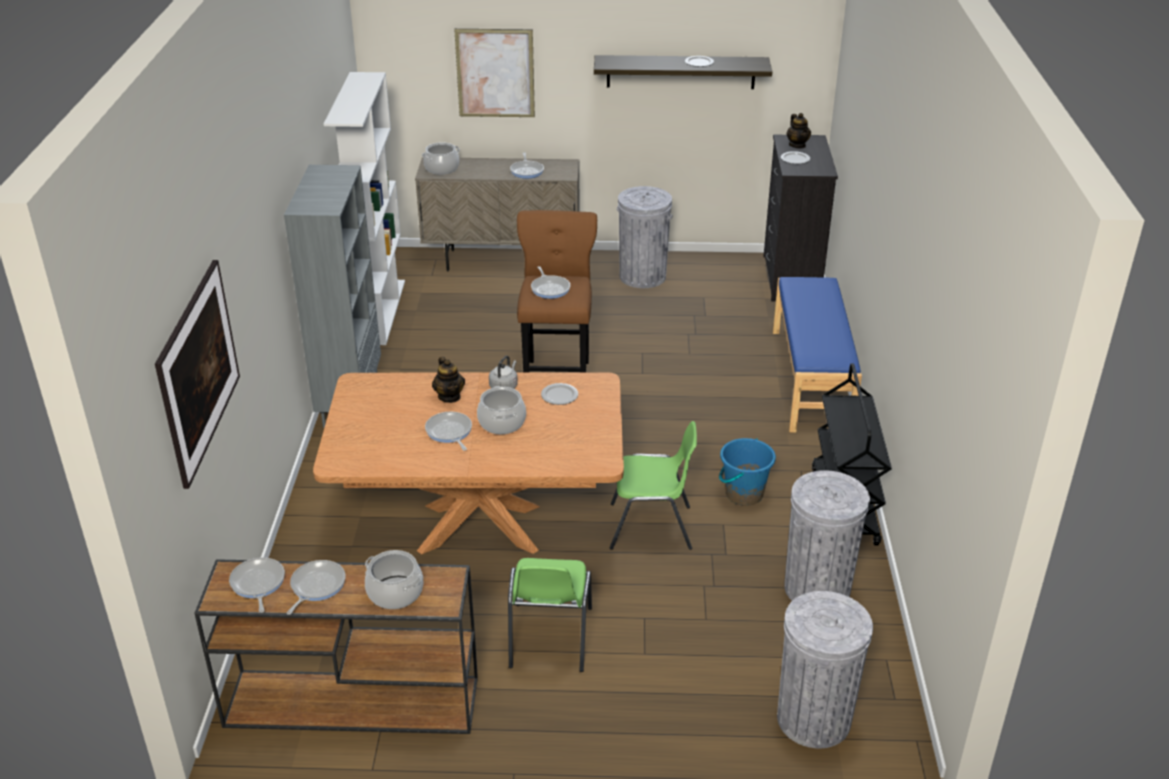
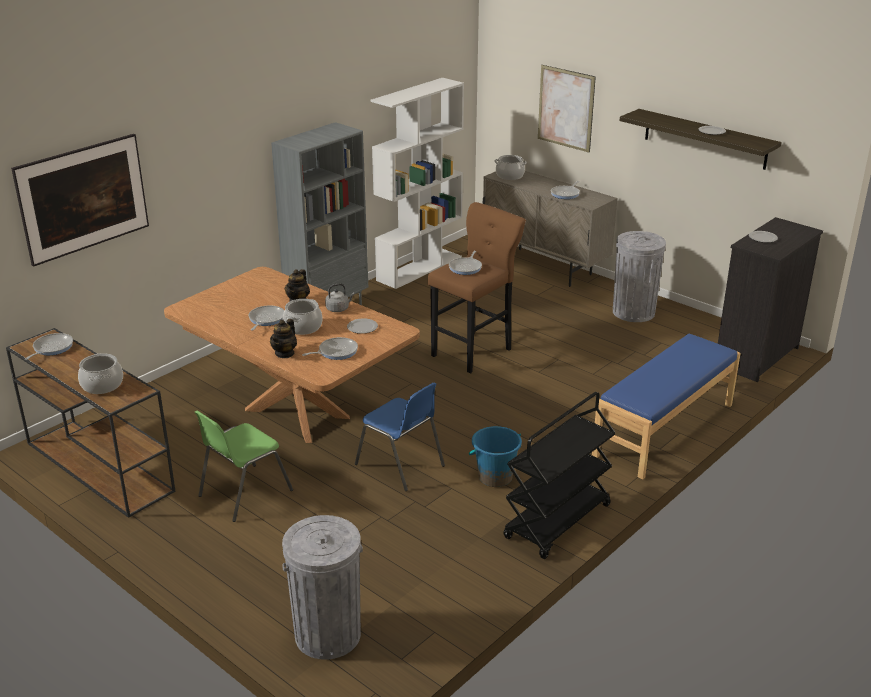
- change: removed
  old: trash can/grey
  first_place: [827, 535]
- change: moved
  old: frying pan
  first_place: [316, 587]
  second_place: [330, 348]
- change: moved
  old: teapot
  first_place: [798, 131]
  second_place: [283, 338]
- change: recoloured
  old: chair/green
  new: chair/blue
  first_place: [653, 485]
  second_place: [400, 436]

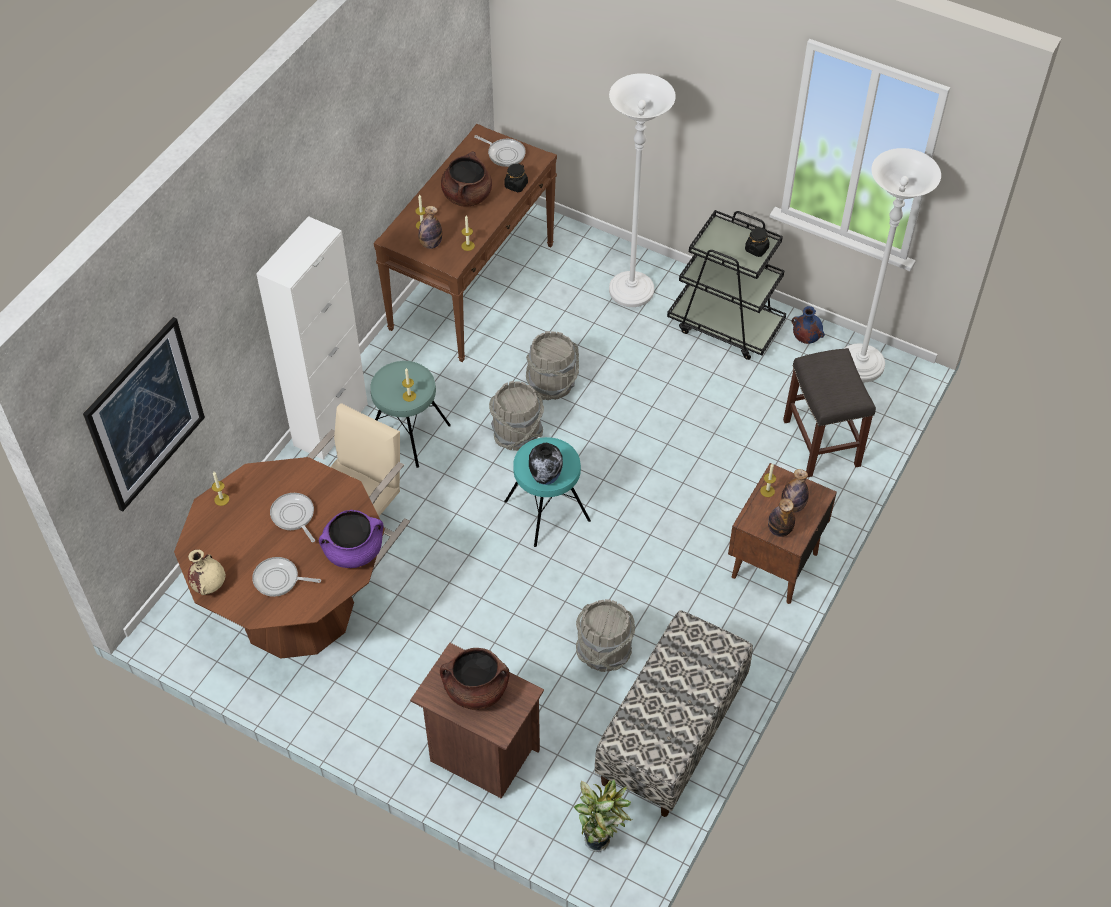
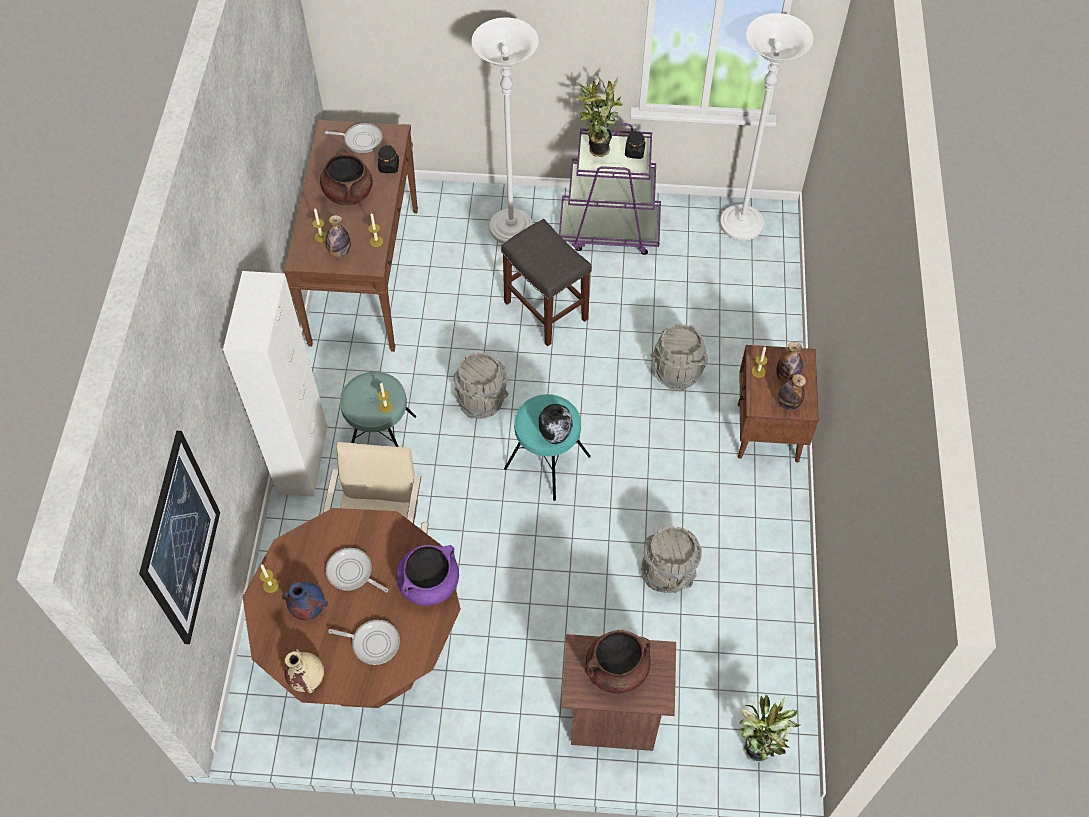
- change: removed
  old: bench
  first_place: [674, 713]
- change: added
  new: potted plant
  second_place: [599, 116]
- change: moved
  old: bucket/grey
  first_place: [552, 365]
  second_place: [679, 357]
- change: moved
  old: stool/grey
  first_place: [829, 412]
  second_place: [546, 282]
- change: moved
  old: vase/blue
  first_place: [808, 325]
  second_place: [305, 601]
- change: recoloured
  old: cart/black
  new: cart/purple
  first_place: [726, 285]
  second_place: [610, 189]
- change: turned
  old: frying pan
  first_place: [286, 577]
  second_place: [364, 642]
  degrees: -150

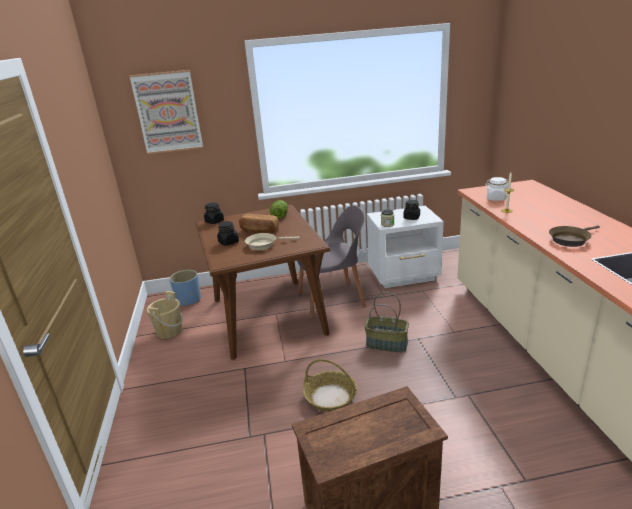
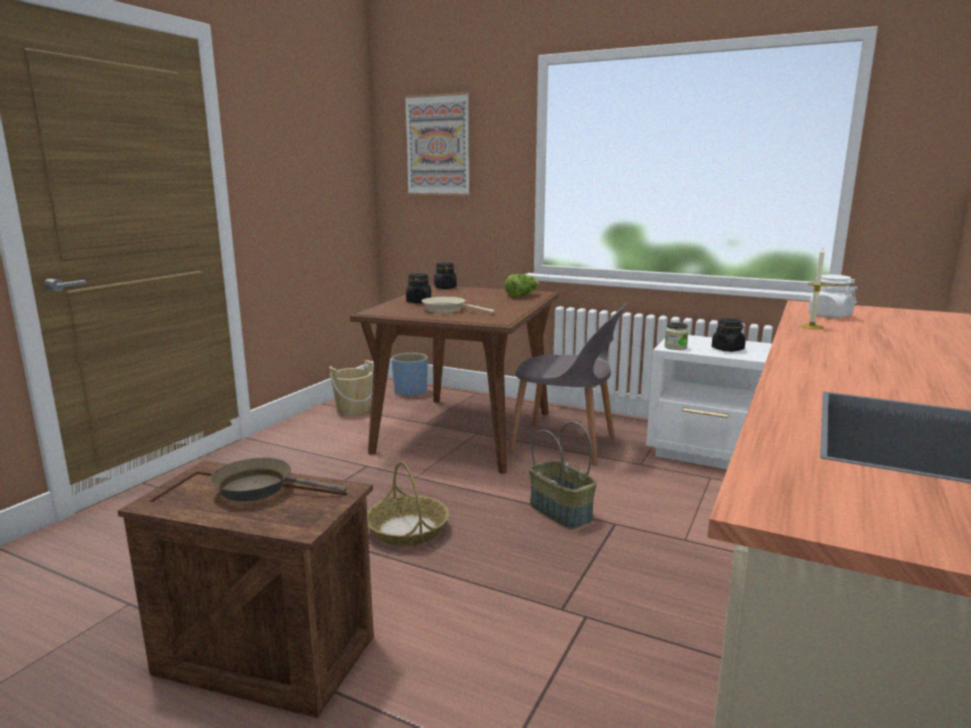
- change: removed
  old: bread
  first_place: [259, 224]
- change: moved
  old: frying pan/brown
  first_place: [574, 236]
  second_place: [278, 480]

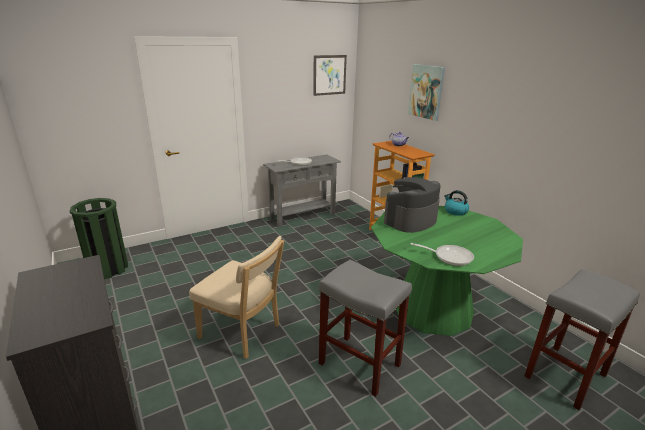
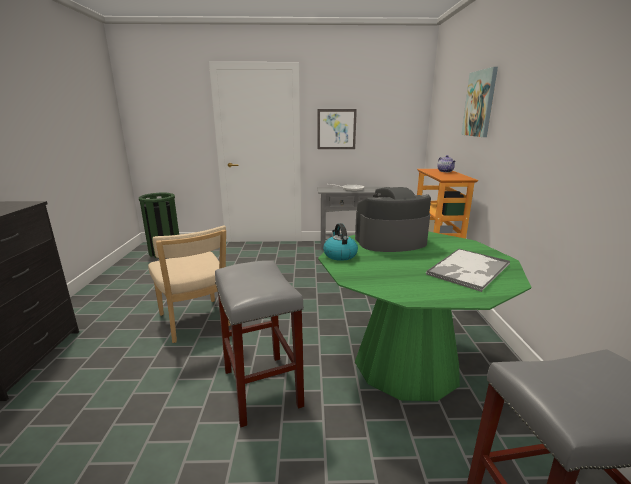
- change: removed
  old: frying pan
  first_place: [442, 254]
- change: added
  new: tray
  second_place: [468, 270]
- change: moved
  old: picture
  first_place: [330, 75]
  second_place: [337, 129]
- change: moved
  old: kettle
  first_place: [456, 203]
  second_place: [340, 242]

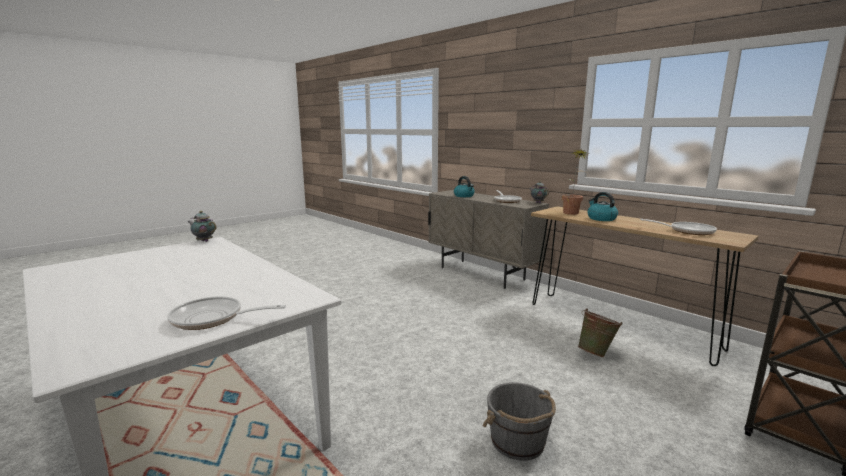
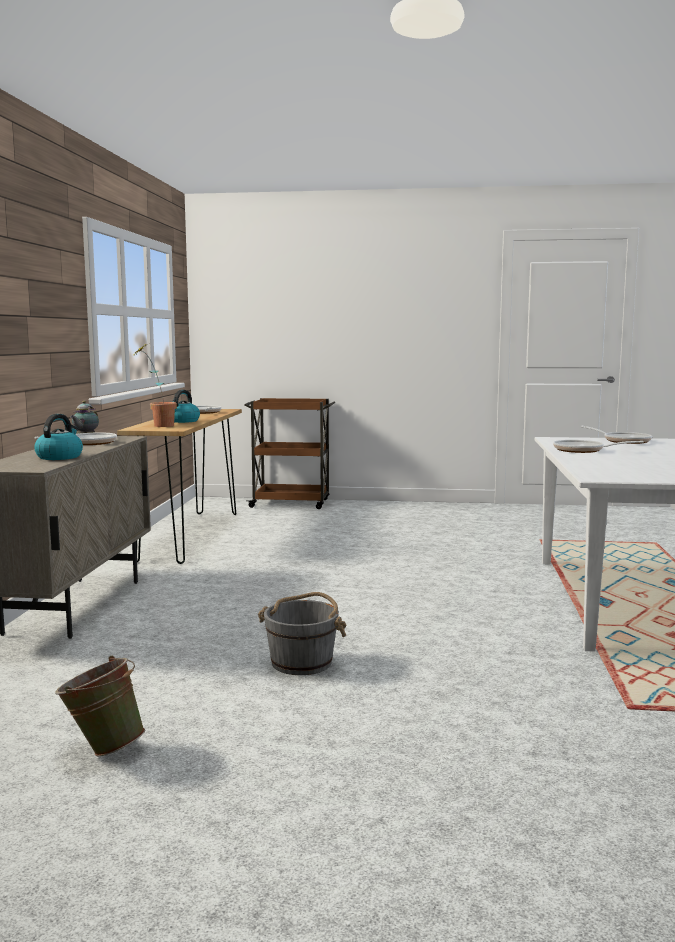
- change: removed
  old: teapot
  first_place: [202, 226]
- change: added
  new: frying pan
  second_place: [598, 446]
- change: moved
  old: bucket/grey
  first_place: [519, 421]
  second_place: [302, 633]
- change: moved
  old: bucket/green
  first_place: [600, 332]
  second_place: [100, 705]

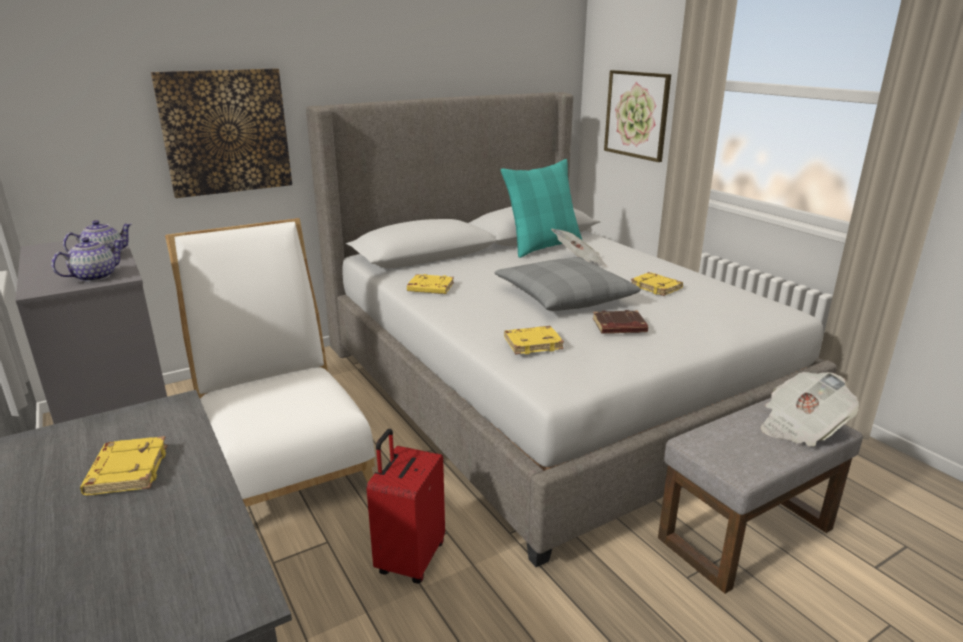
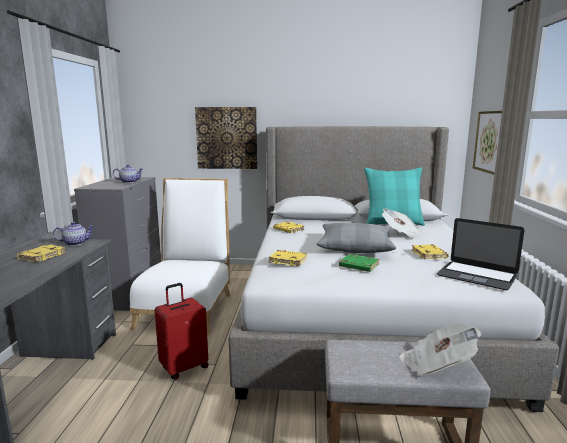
- change: added
  new: laptop
  second_place: [480, 254]
- change: moved
  old: teapot
  first_place: [87, 259]
  second_place: [73, 234]
- change: recoloured
  old: book/brown
  new: book/green
  first_place: [620, 322]
  second_place: [359, 263]

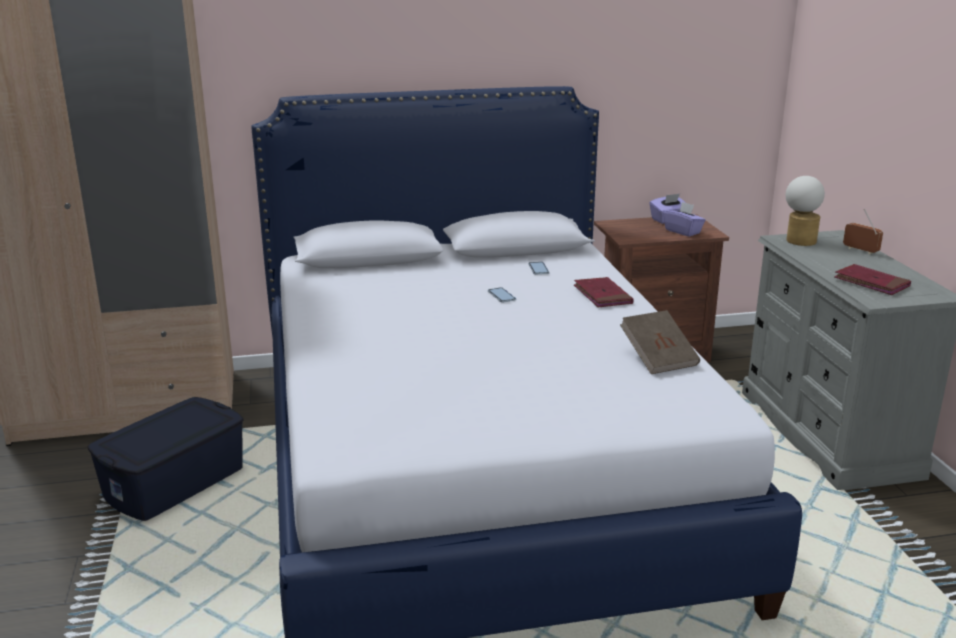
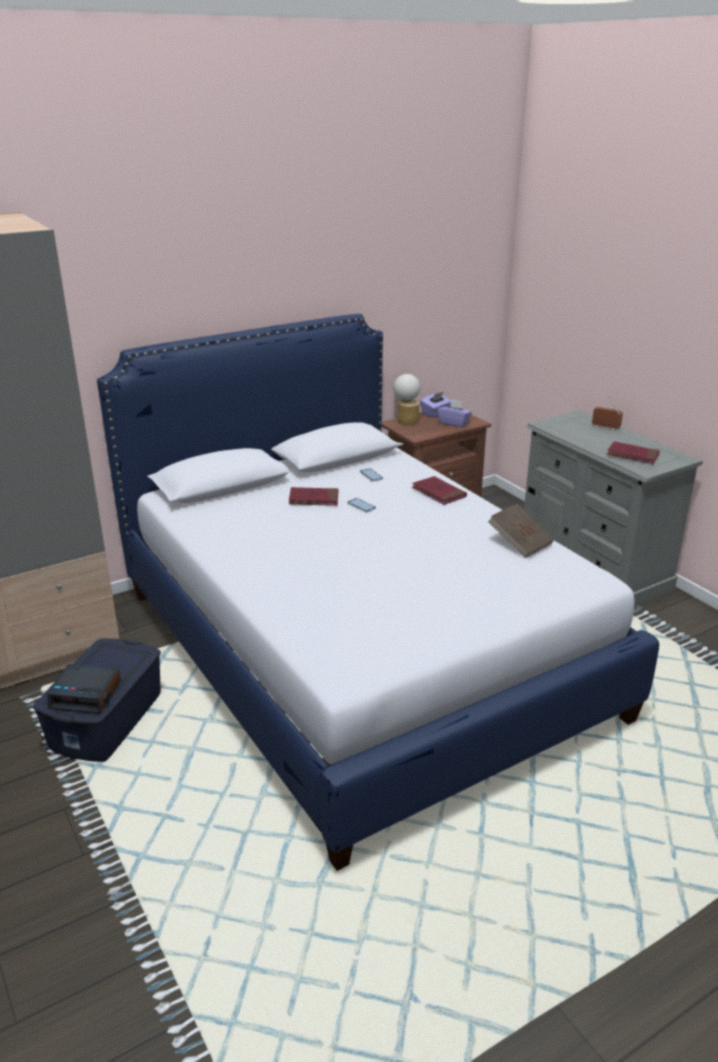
- change: added
  new: alarm clock
  second_place: [84, 689]
- change: added
  new: book/red
  second_place: [313, 496]
- change: moved
  old: table lamp
  first_place: [805, 211]
  second_place: [406, 399]

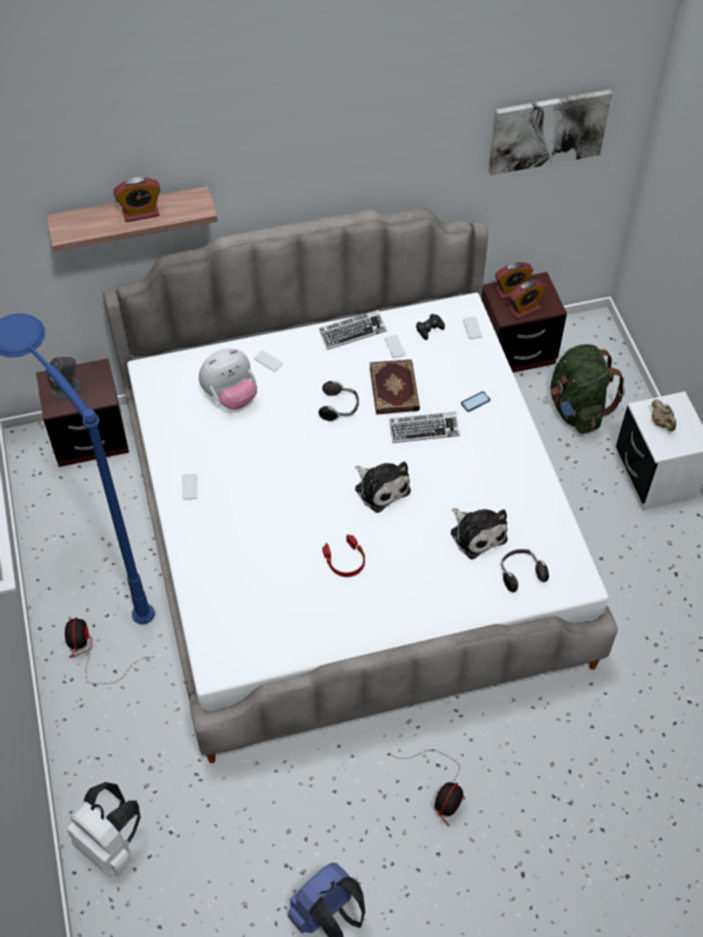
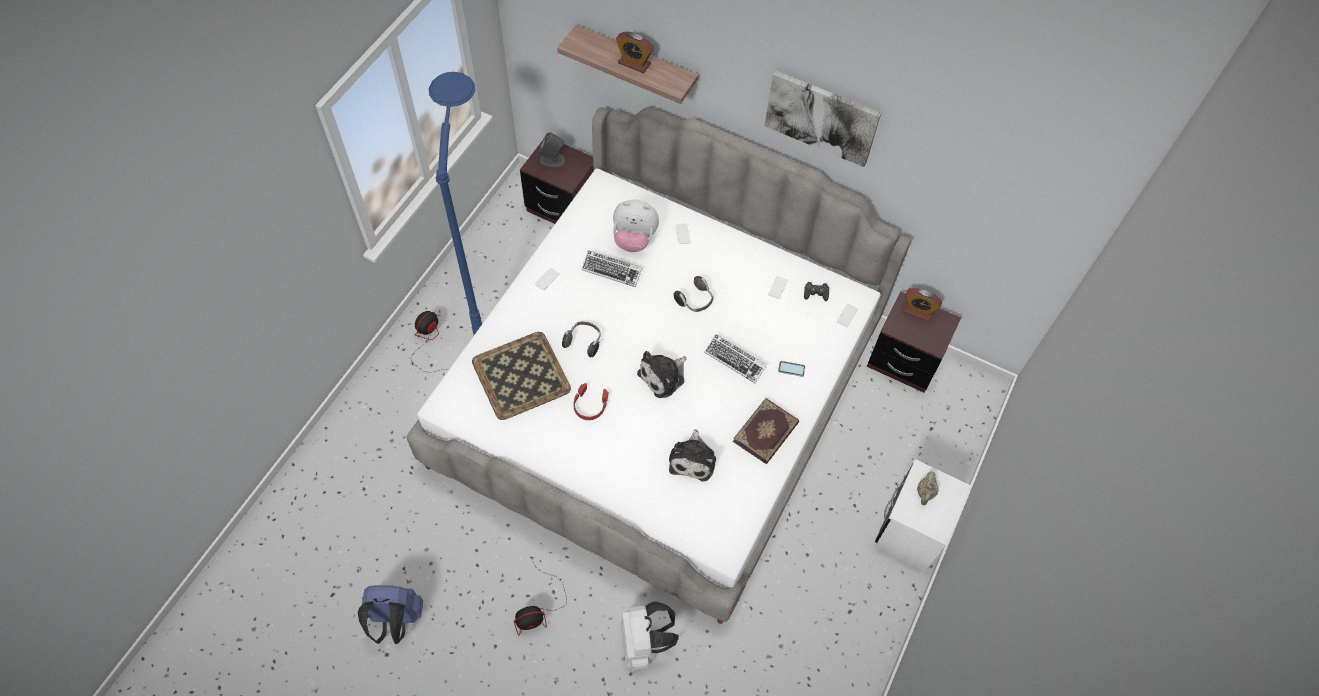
- change: removed
  old: alarm clock
  first_place: [527, 299]
- change: removed
  old: backpack/green
  first_place: [587, 389]
- change: added
  new: tray
  second_place: [521, 376]
- change: moved
  old: backpack/white
  first_place: [104, 829]
  second_place: [650, 636]
- change: moved
  old: keyboard
  first_place: [353, 330]
  second_place: [611, 268]
- change: moved
  old: book
  first_place: [395, 387]
  second_place: [766, 431]
- change: moved
  old: picture
  first_place: [551, 132]
  second_place: [823, 119]
- change: moved
  old: headphones
  first_place: [525, 570]
  second_place: [581, 339]
- change: turned
  old: plush toy
  first_place: [383, 487]
  second_place: [661, 374]
  degrees: 45

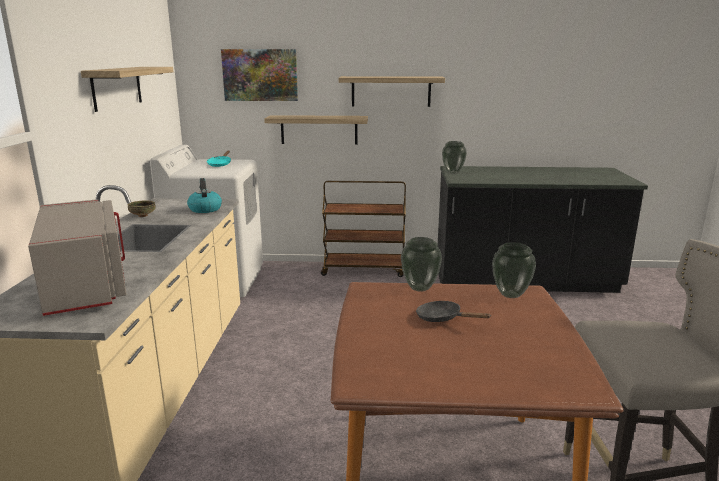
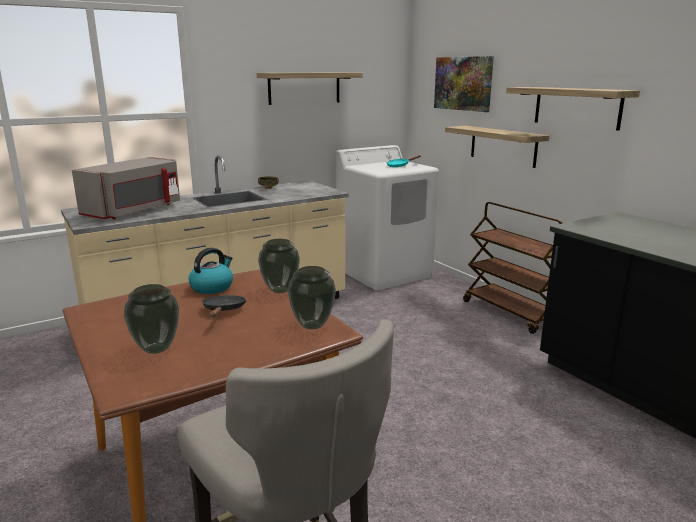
- change: moved
  old: kettle
  first_place: [204, 195]
  second_place: [211, 271]
- change: moved
  old: vase
  first_place: [454, 157]
  second_place: [151, 319]

